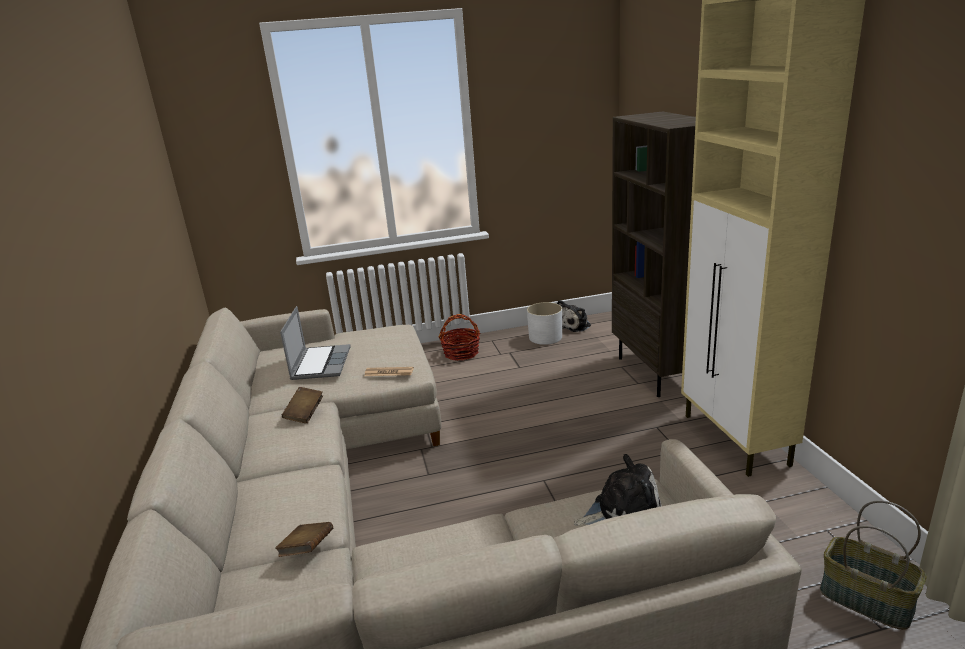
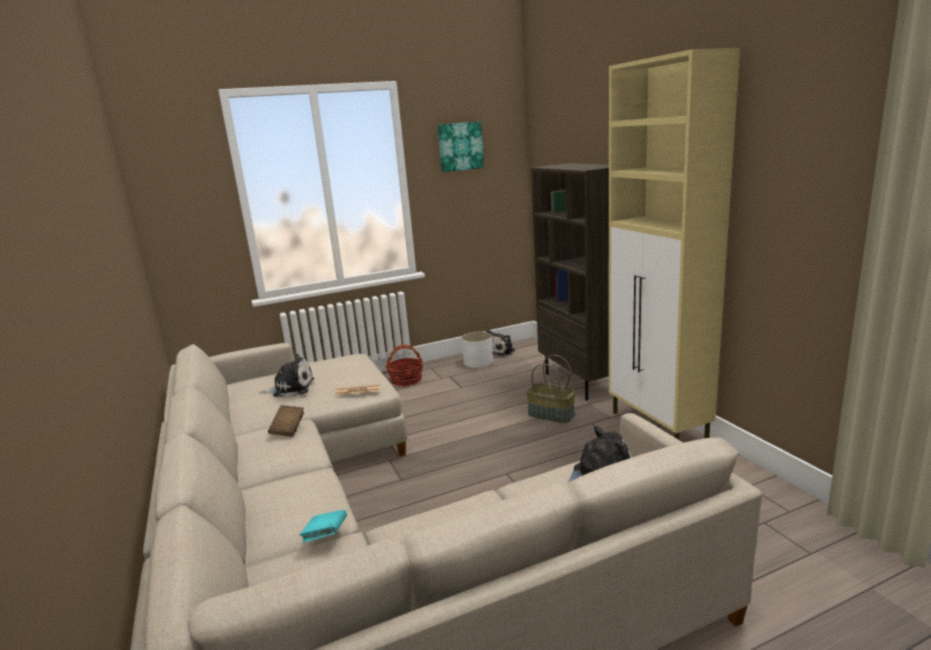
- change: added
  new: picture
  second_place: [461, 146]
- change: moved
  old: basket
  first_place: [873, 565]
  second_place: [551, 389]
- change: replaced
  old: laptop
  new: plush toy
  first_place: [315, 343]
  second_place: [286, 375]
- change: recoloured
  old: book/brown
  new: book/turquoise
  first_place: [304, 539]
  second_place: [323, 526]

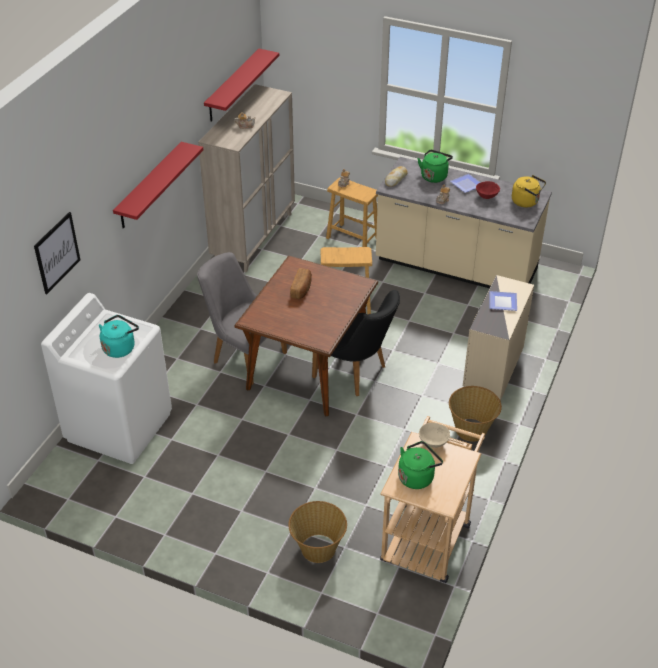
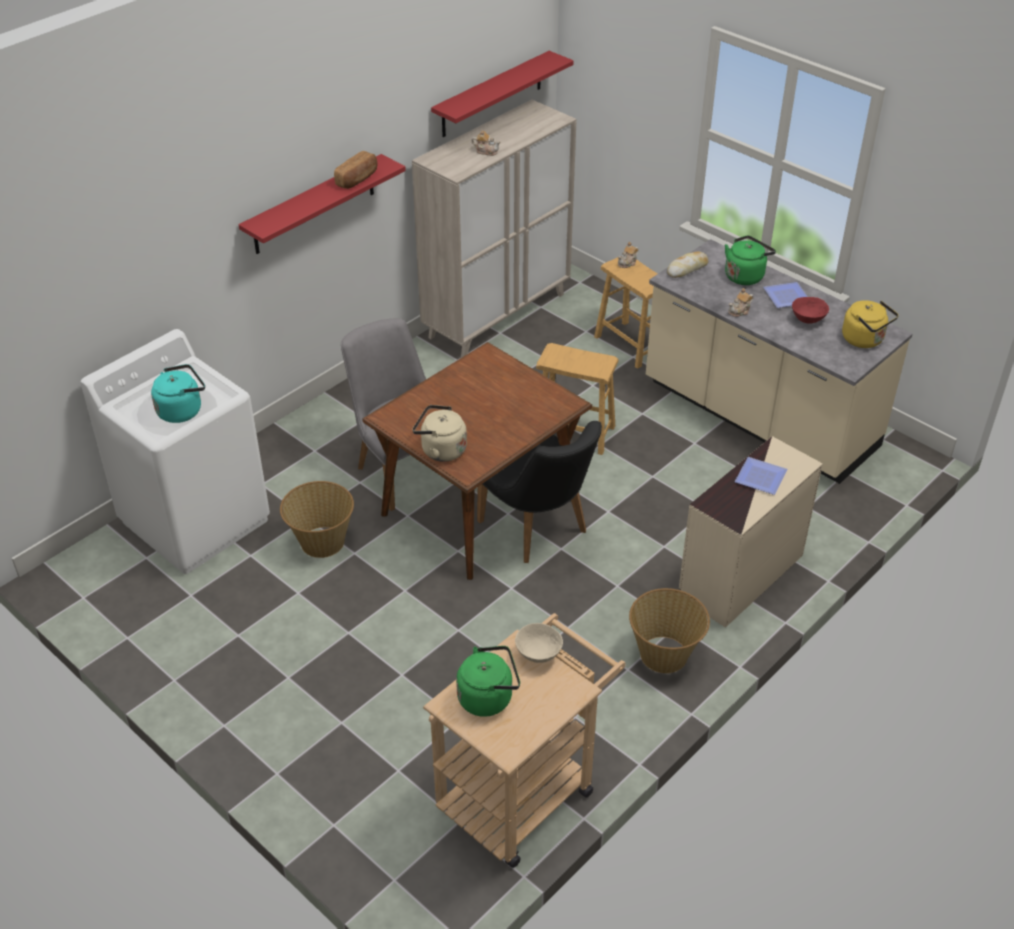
- change: removed
  old: picture
  first_place: [57, 253]
- change: added
  new: kettle/beige
  second_place: [439, 433]
- change: moved
  old: basket
  first_place: [317, 532]
  second_place: [317, 519]
- change: moved
  old: bread
  first_place: [301, 283]
  second_place: [355, 170]

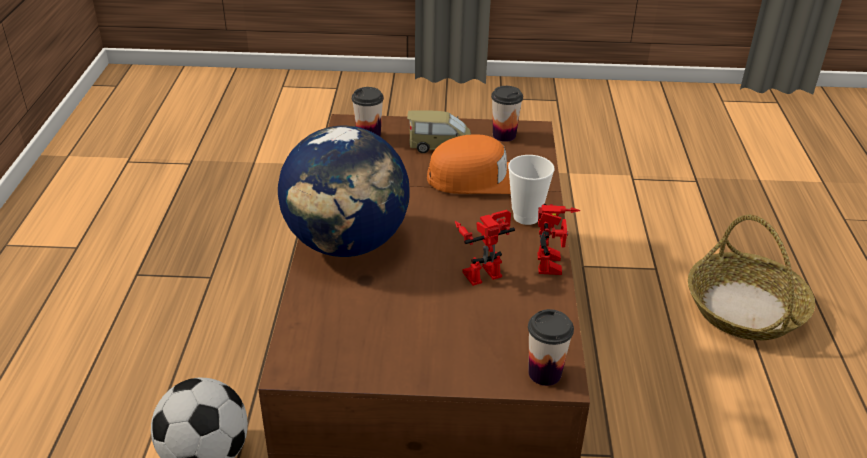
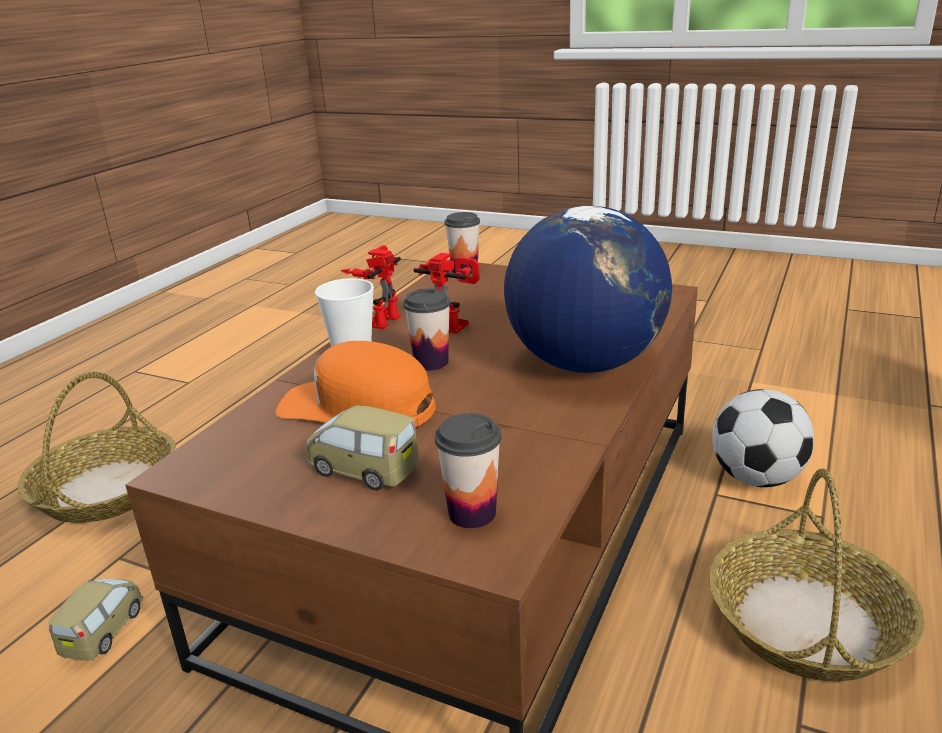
- change: added
  new: toy car
  second_place: [95, 619]
- change: added
  new: basket
  second_place: [817, 575]
- change: moved
  old: cup
  first_place: [507, 114]
  second_place: [426, 330]
- change: turned
  old: toy robot
  first_place: [485, 248]
  second_place: [446, 293]
  degrees: -150

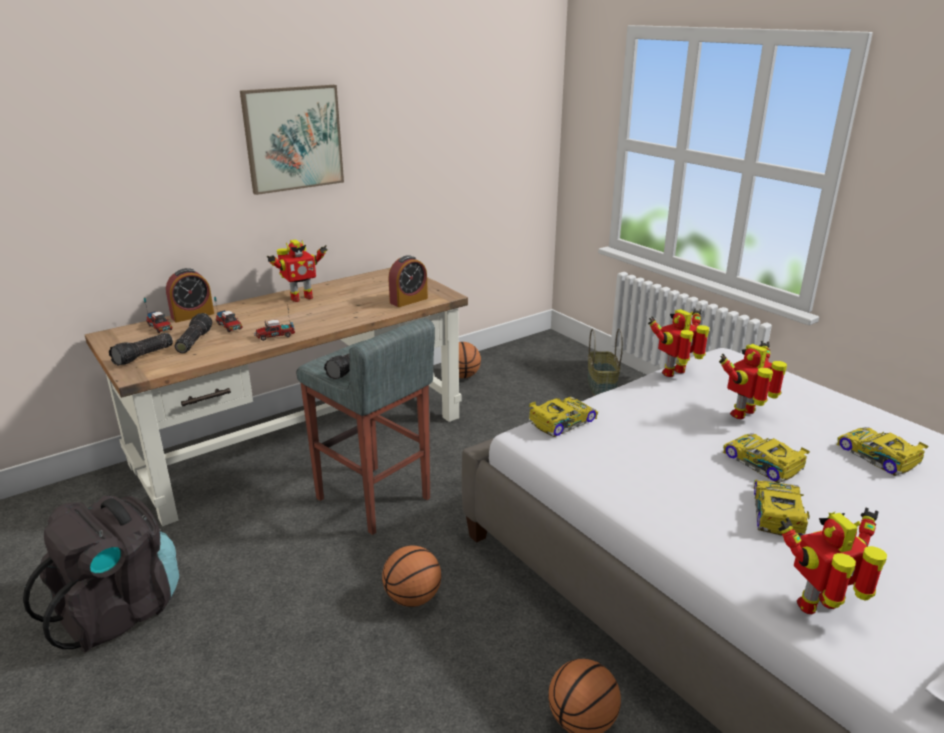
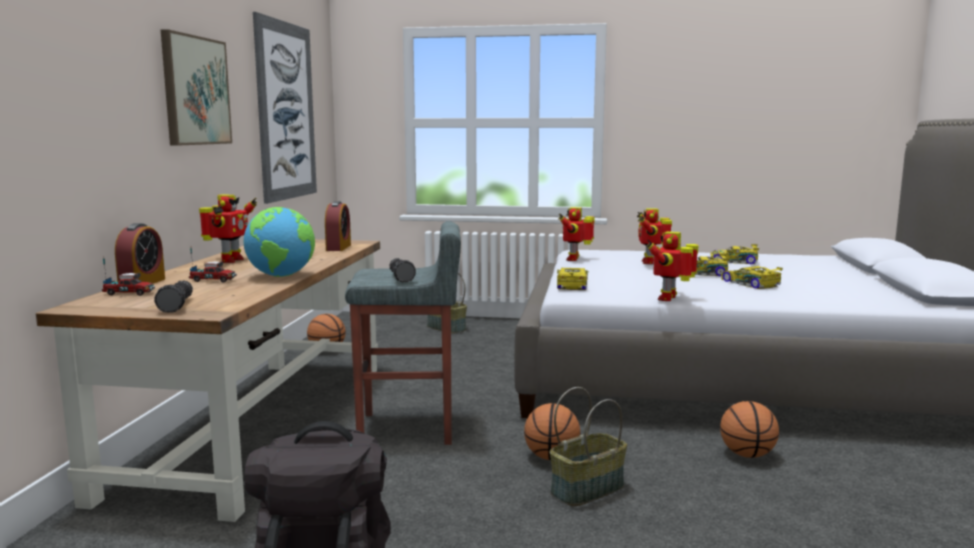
- change: removed
  old: flashlight
  first_place: [193, 333]
- change: added
  new: picture
  second_place: [285, 108]
- change: added
  new: basket
  second_place: [588, 446]
- change: moved
  old: toy robot
  first_place: [832, 561]
  second_place: [672, 266]
- change: replaced
  old: toy truck
  new: globe
  first_place: [274, 322]
  second_place: [279, 242]

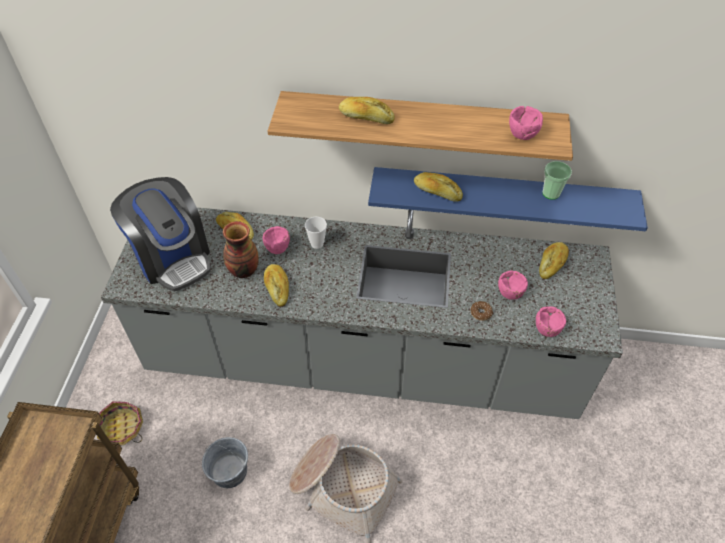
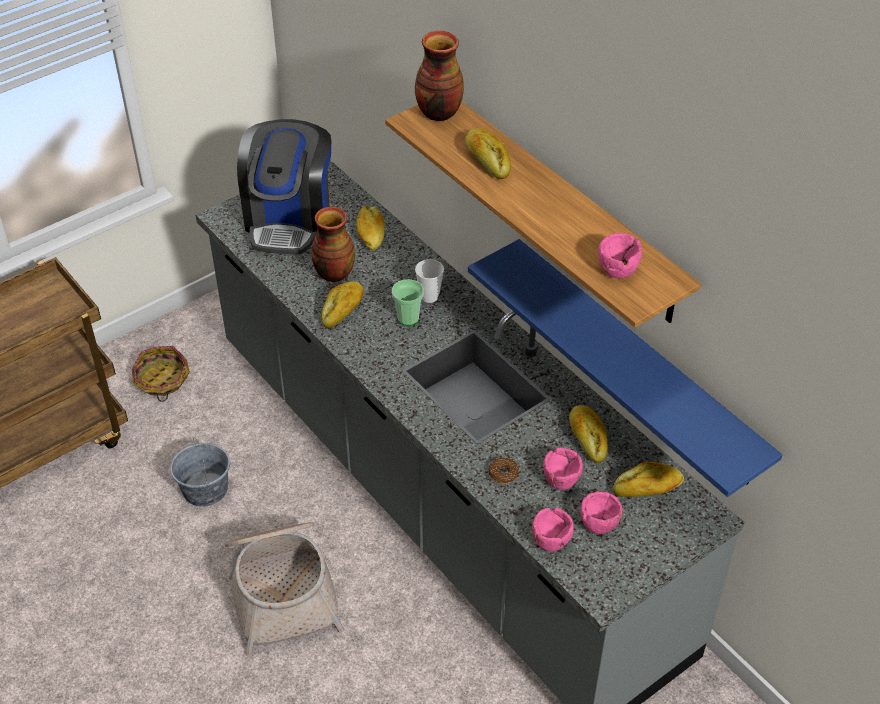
- change: added
  new: vase
  second_place: [439, 76]
- change: moved
  old: bowl/pink
  first_place: [276, 240]
  second_place: [601, 512]
- change: moved
  old: bread
  first_place: [438, 187]
  second_place: [588, 434]
- change: moved
  old: cup
  first_place: [557, 180]
  second_place: [408, 302]

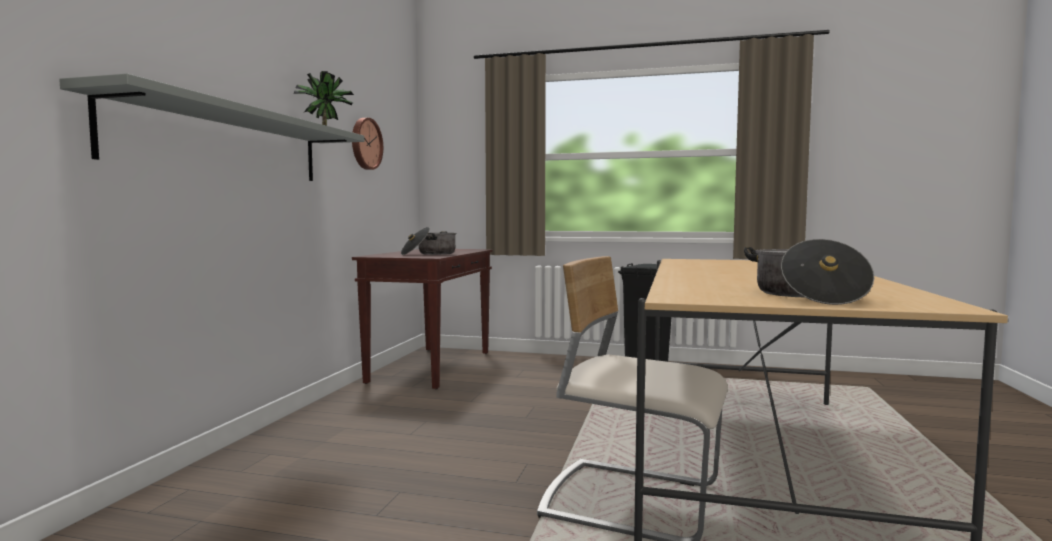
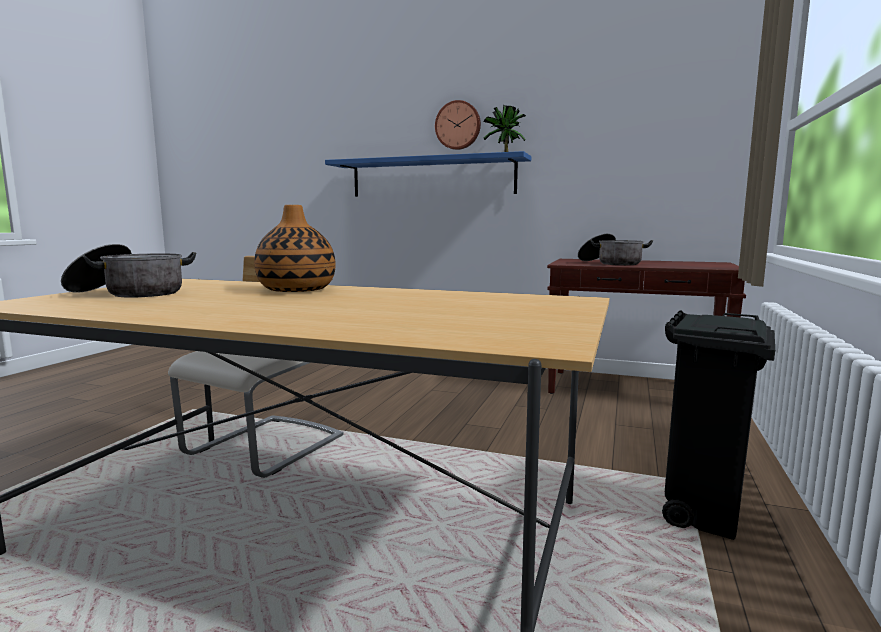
- change: added
  new: vase
  second_place: [295, 248]
- change: moved
  old: wall clock
  first_place: [367, 144]
  second_place: [458, 125]
- change: recoloured
  old: shelf/grey
  new: shelf/blue
  first_place: [211, 127]
  second_place: [428, 174]

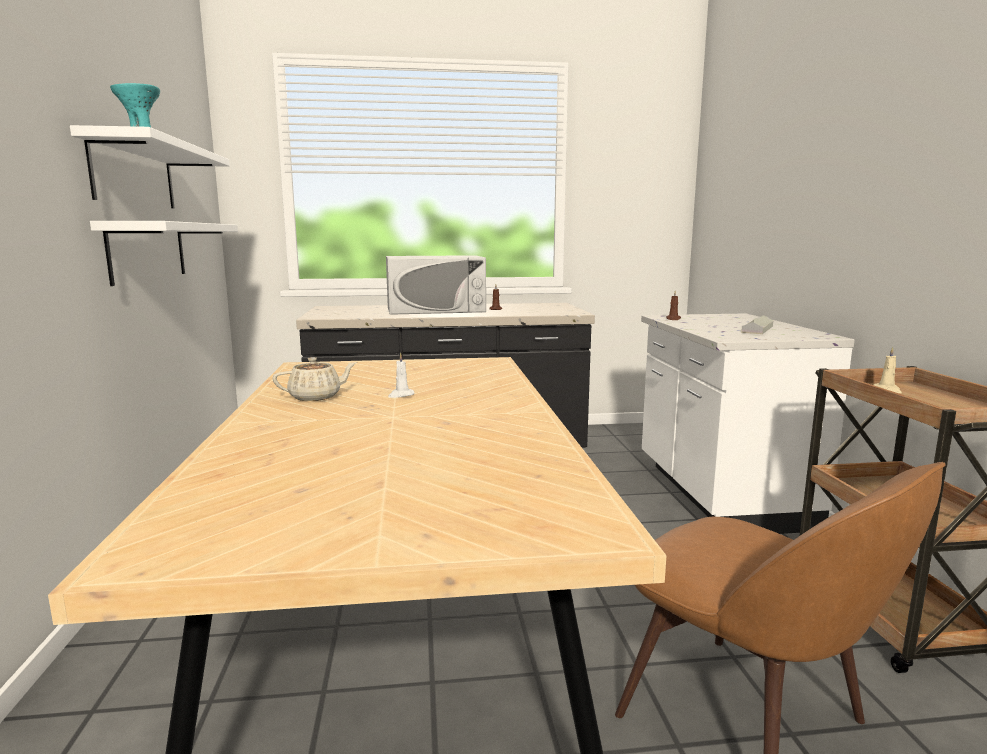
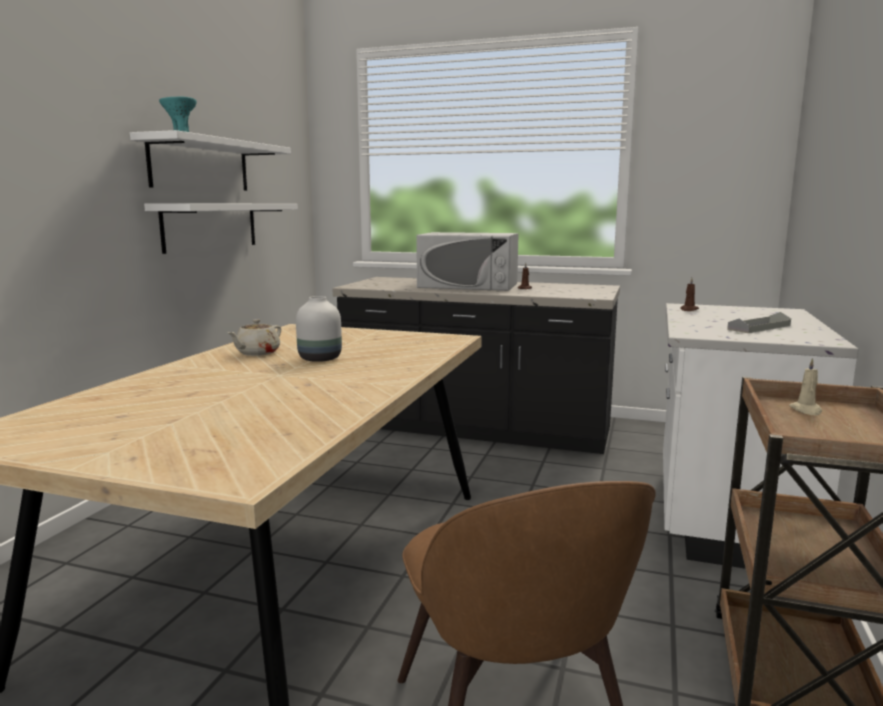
- change: replaced
  old: candle/white
  new: vase/white
  first_place: [401, 375]
  second_place: [319, 329]
- change: turned
  old: teapot/beige
  first_place: [314, 379]
  second_place: [254, 337]
  degrees: 120

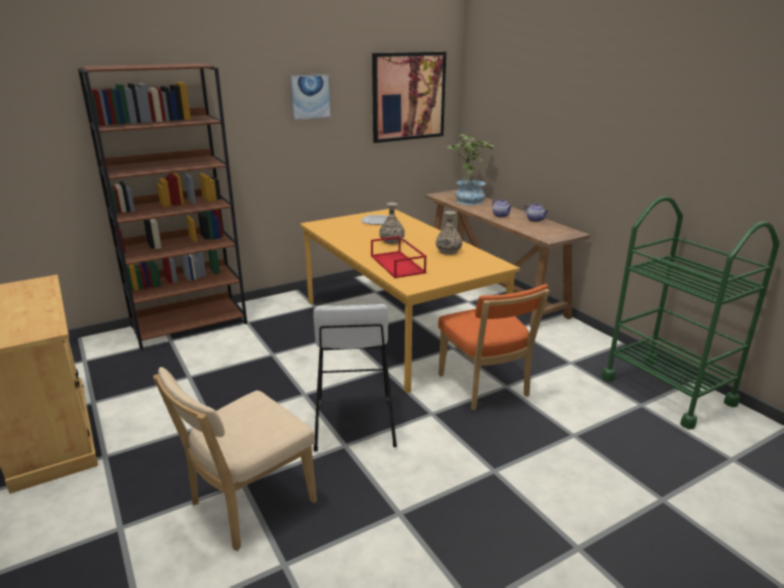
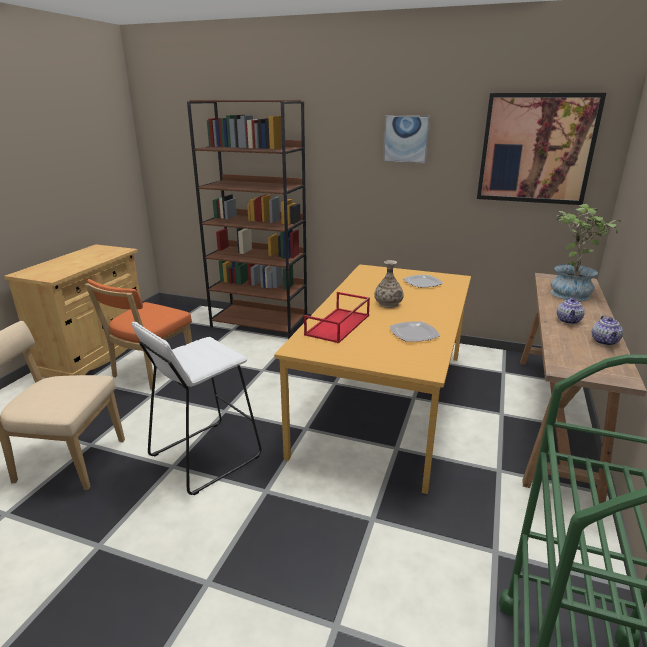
- change: moved
  old: chair/orange
  first_place: [494, 347]
  second_place: [138, 334]
- change: replaced
  old: vase
  new: plate
  first_place: [449, 233]
  second_place: [415, 331]

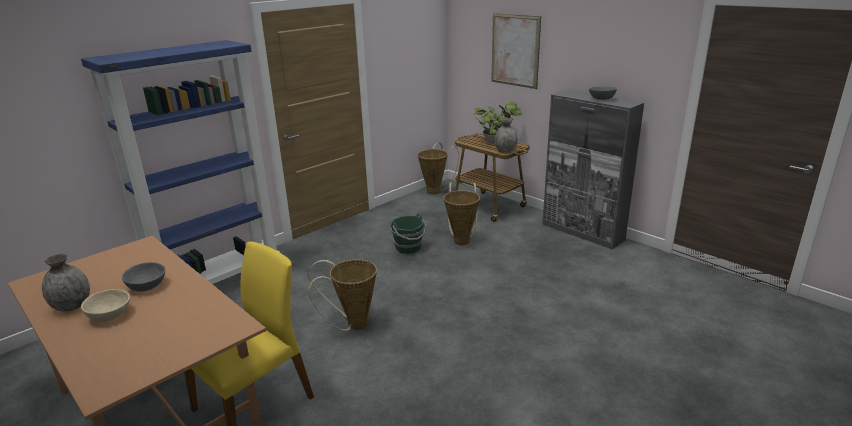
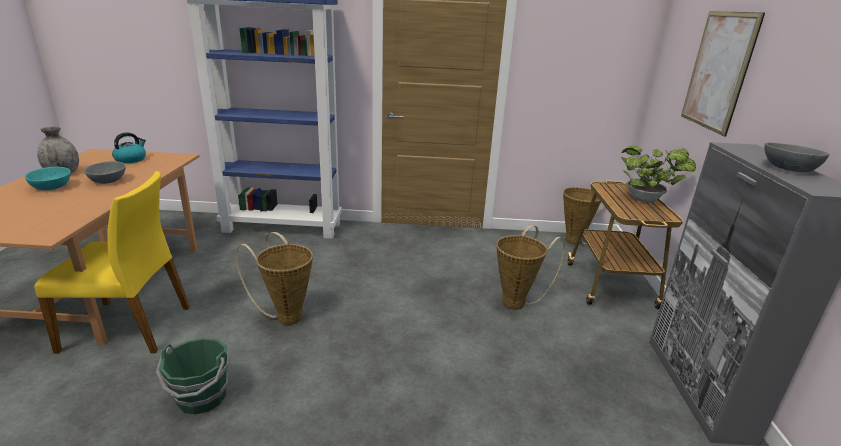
- change: removed
  old: vase/grey
  first_place: [506, 136]
- change: added
  new: kettle
  second_place: [129, 147]
- change: moved
  old: bucket/green
  first_place: [408, 233]
  second_place: [192, 376]
- change: recoloured
  old: bowl/beige
  new: bowl/turquoise
  first_place: [105, 305]
  second_place: [48, 178]

